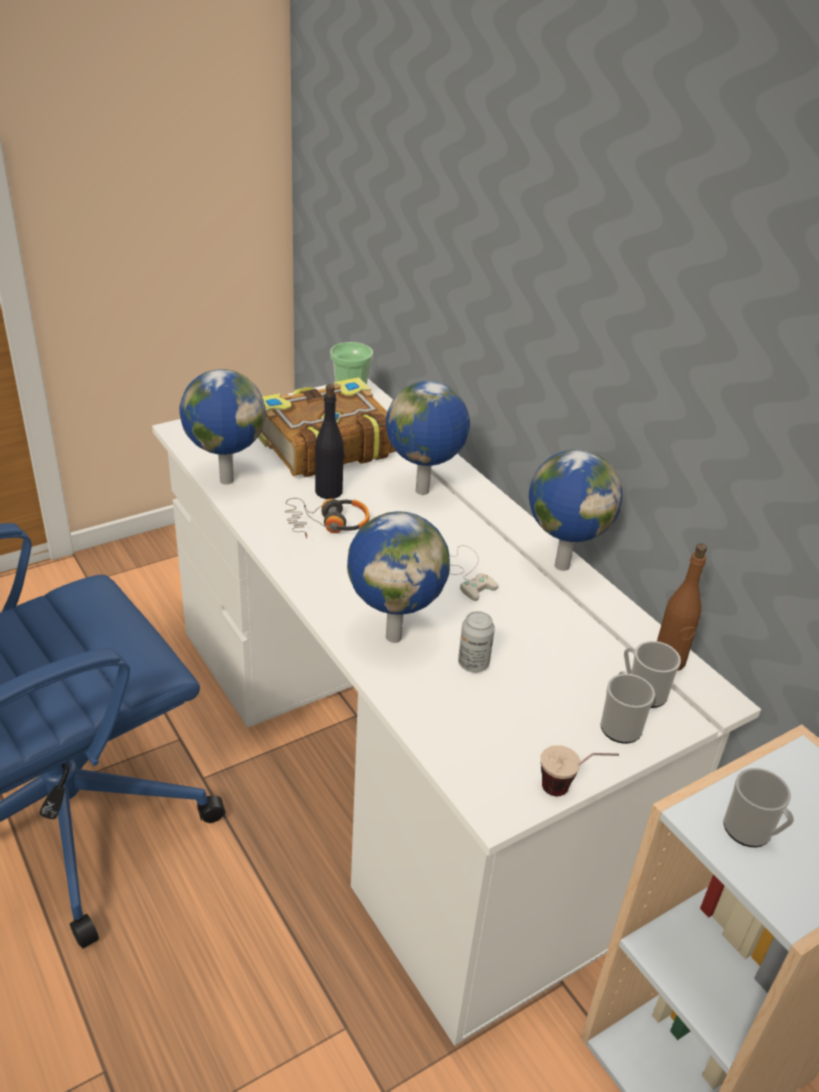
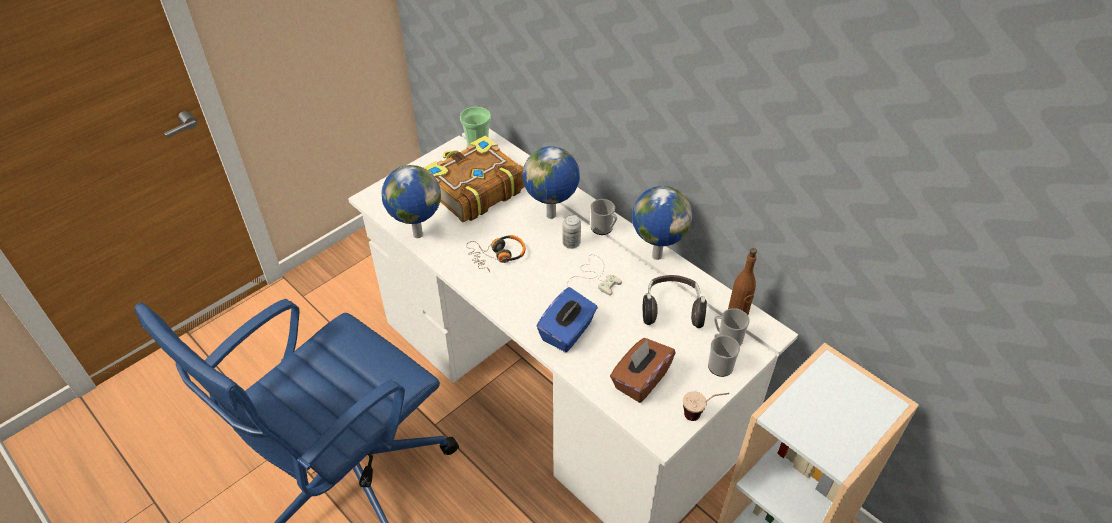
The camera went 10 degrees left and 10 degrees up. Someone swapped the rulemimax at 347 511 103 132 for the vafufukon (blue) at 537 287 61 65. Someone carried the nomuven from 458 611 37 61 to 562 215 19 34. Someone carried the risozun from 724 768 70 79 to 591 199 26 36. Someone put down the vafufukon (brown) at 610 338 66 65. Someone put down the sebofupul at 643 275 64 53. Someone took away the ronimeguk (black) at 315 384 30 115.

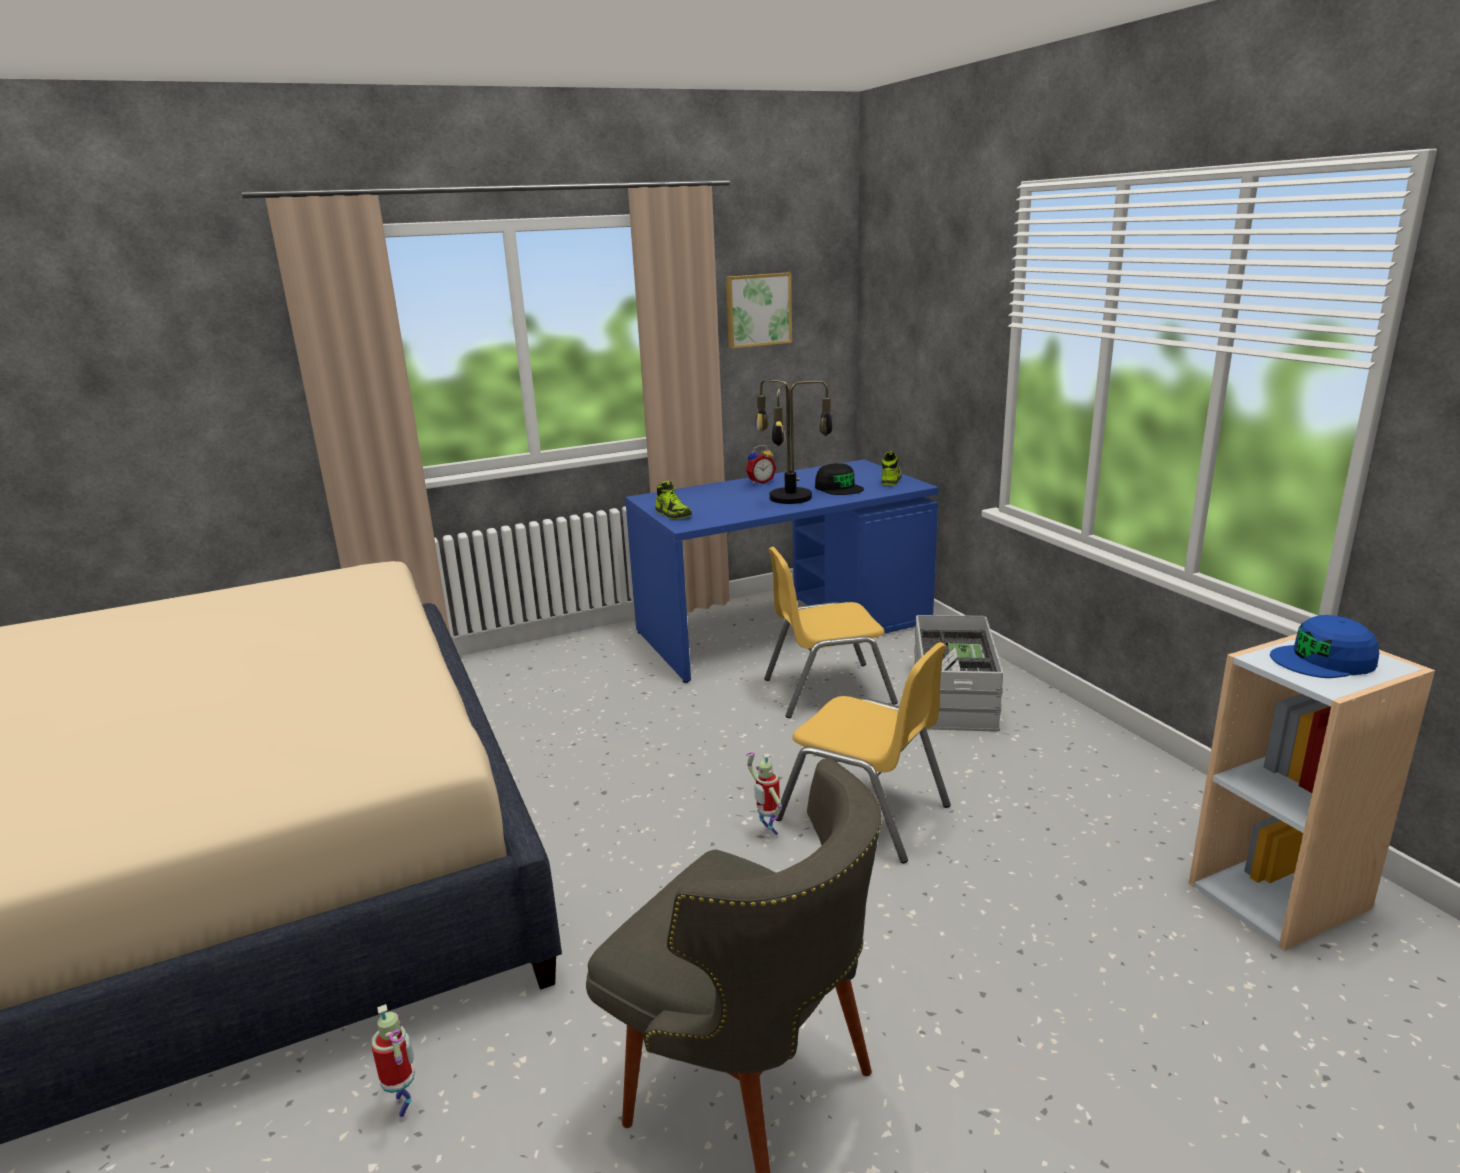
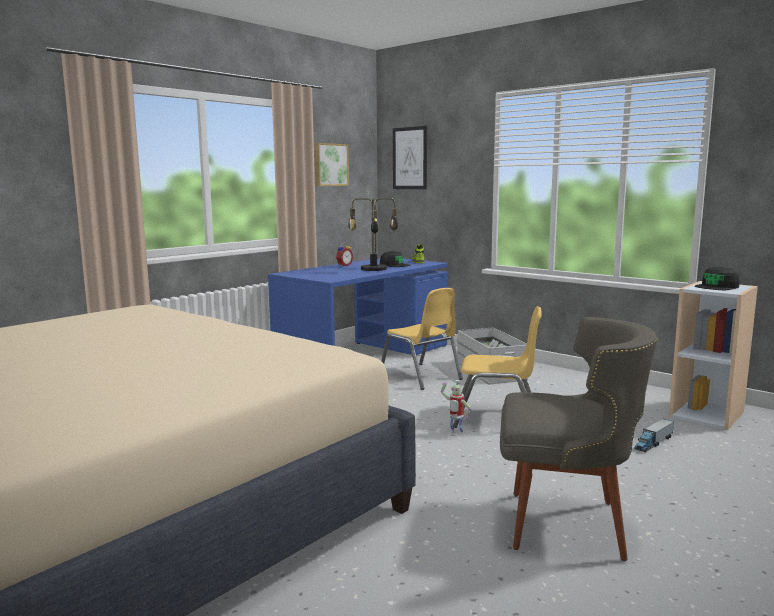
The camera went 25 degrees left and 10 degrees down. Someone rotated the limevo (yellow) at 764 547 134 171 by 90 degrees counterclockwise. Someone put up the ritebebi at 393 126 34 63. Someone put down the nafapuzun at 634 419 40 34. Someone repainted the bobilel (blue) at 1270 615 109 63, which became the bobilel (black) at 695 267 45 23. Someone took away the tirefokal at 371 1004 44 118. Someone took away the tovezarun at 655 481 37 38.

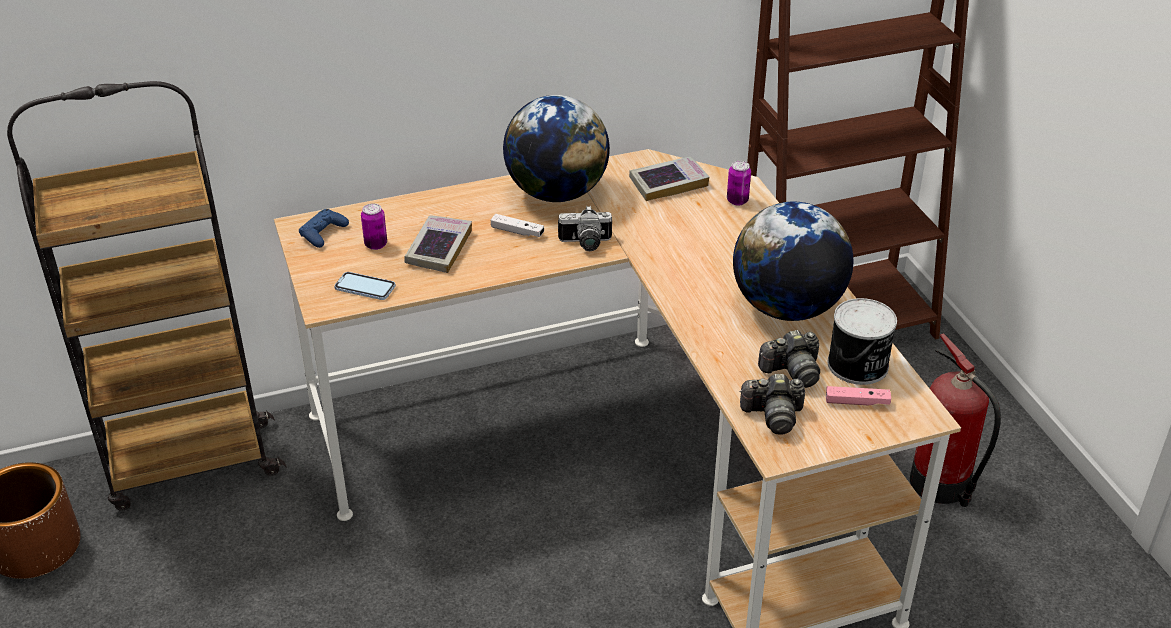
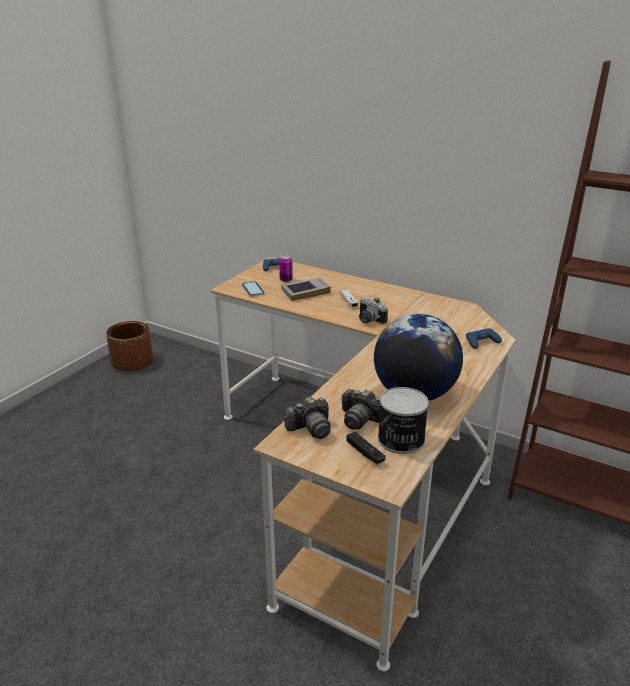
The camera went 50 degrees right and 10 degrees down. Someone rotated the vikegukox at 739 374 66 61 by 75 degrees counterclockwise. Someone repainted the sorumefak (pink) at 826 386 65 19, which became the sorumefak (black) at 346 432 40 33. Someone swapped the nomuven at 727 161 24 45 for the sorumefak (blue) at 466 328 36 21. Someone took away the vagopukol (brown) at 7 81 279 430. Someone took away the rulemimax at 503 95 107 107. Someone took away the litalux at 629 156 80 45. Someone took away the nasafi at 910 333 91 174.

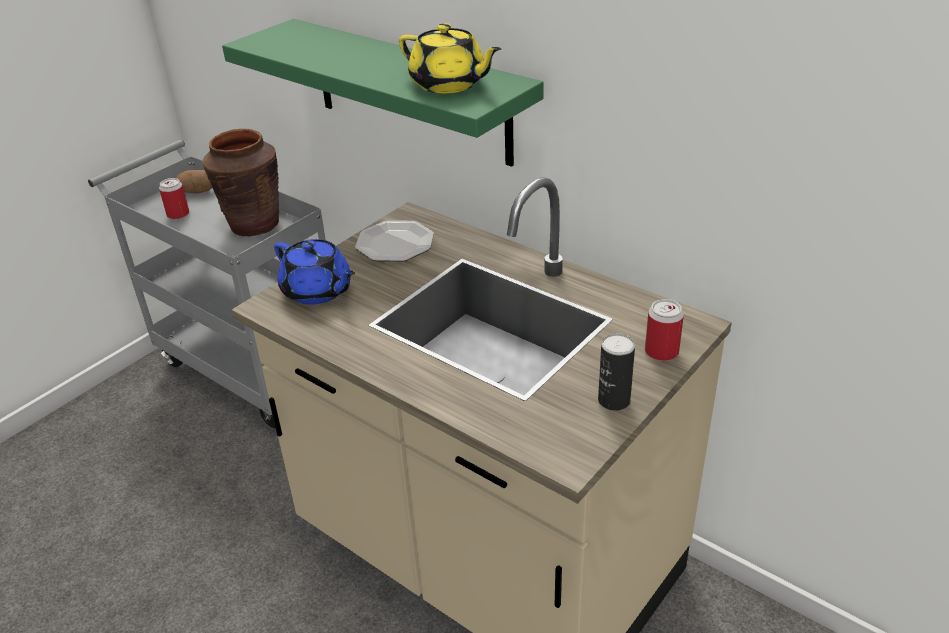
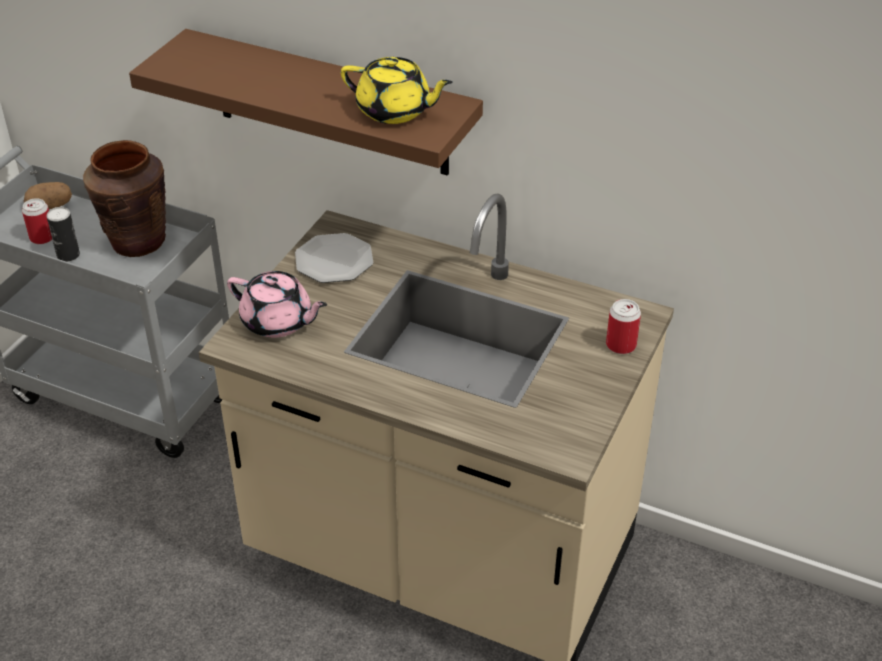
The camera went 15 degrees left and 5 degrees up. Someone carried the nomuven from 598 333 37 78 to 47 207 33 55. Someone repainted the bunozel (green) at 222 19 322 148, which became the bunozel (brown) at 129 29 354 147. Someone repainted the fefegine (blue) at 274 239 81 66, which became the fefegine (pink) at 227 271 100 67.

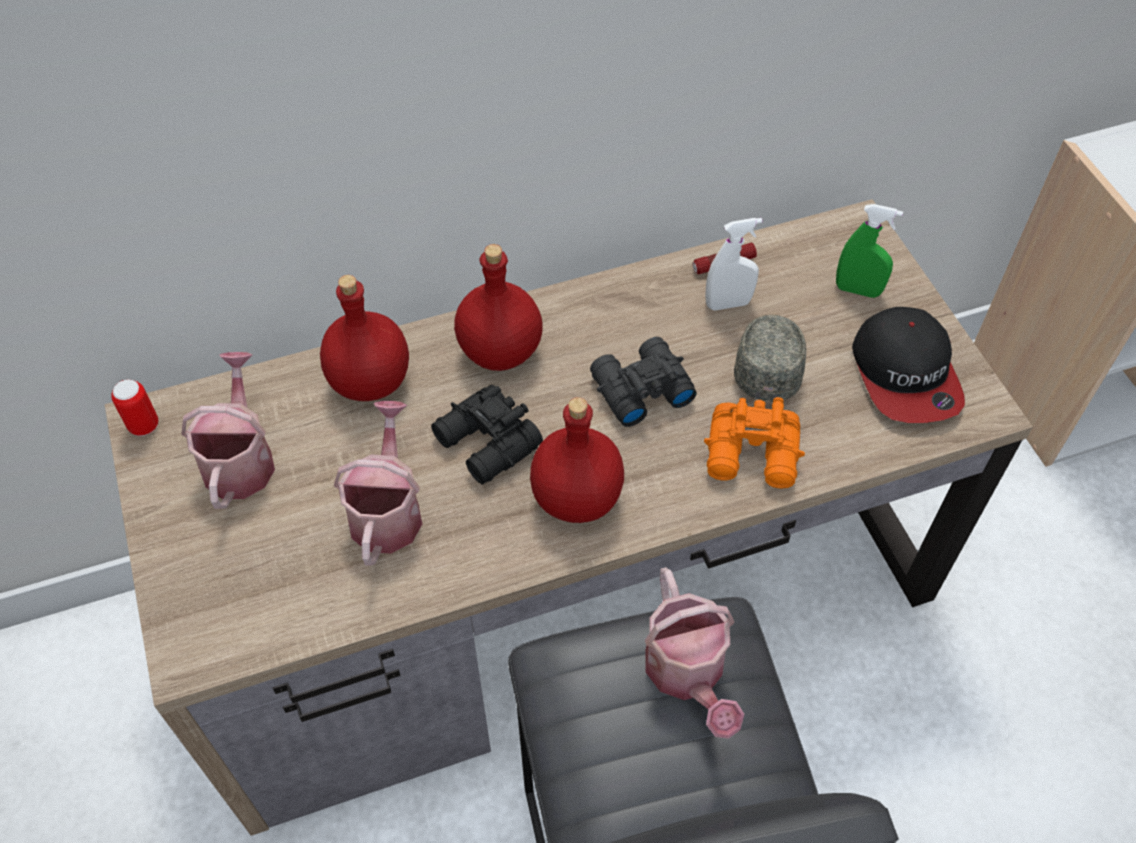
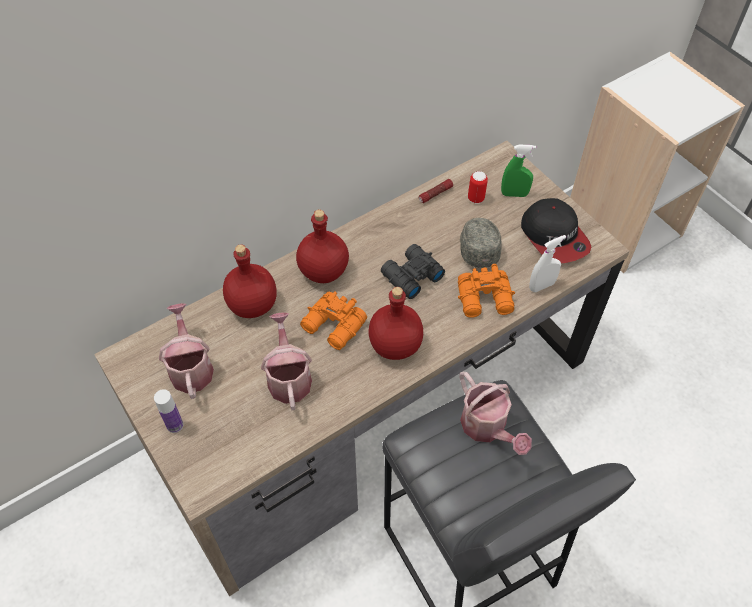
The camera went 15 degrees left and 0 degrees up. Someone put down the ronimeguk at 154 389 29 44. Someone repainted the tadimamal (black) at 431 385 112 99, which became the tadimamal (orange) at 300 291 67 59. Someone carried the nomuven from 111 379 47 57 to 468 171 20 33. Someone carried the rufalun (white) from 705 218 57 92 to 529 235 37 57.

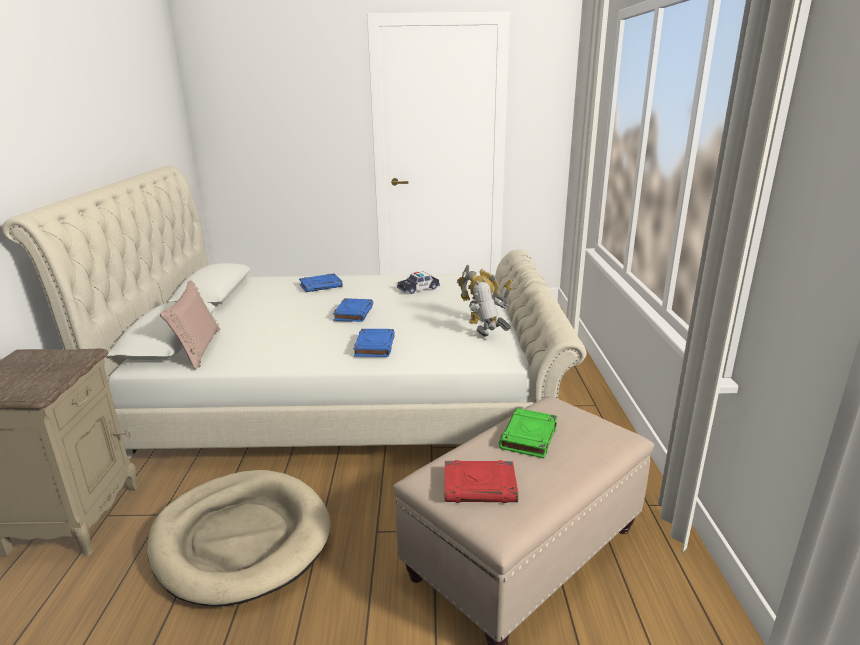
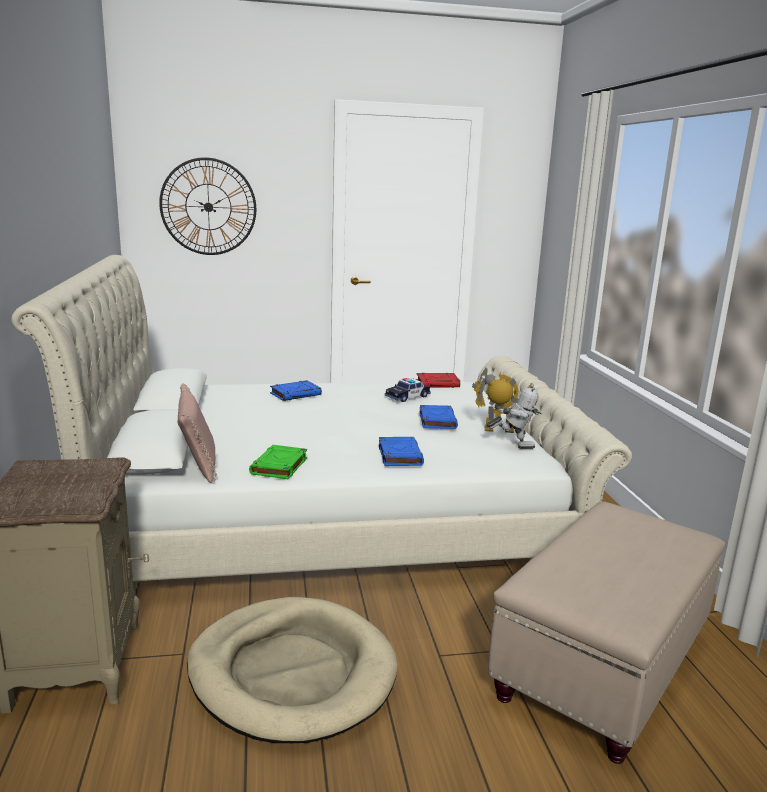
The camera went 10 degrees left and 5 degrees down. Someone put up the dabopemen at 159 157 97 98. Someone carried the litalux (green) from 498 408 60 50 to 249 445 58 34. Someone carried the litalux (red) from 445 460 73 43 to 416 373 44 15. Someone carried the litalux (blue) from 333 298 40 24 to 420 405 38 24. Someone rotated the tirefokal at 469 278 42 58 by 150 degrees clockwise.

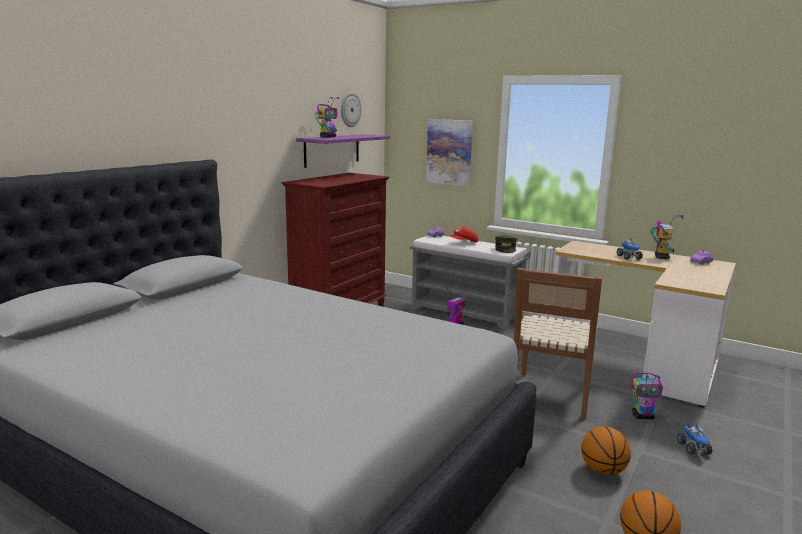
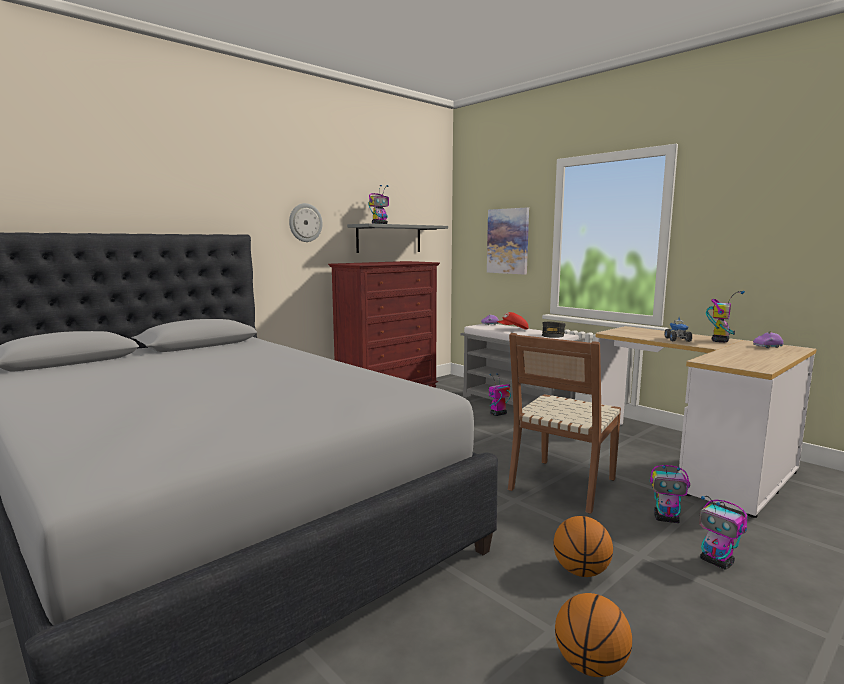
The camera went 15 degrees right and 5 degrees down. Someone carried the dabopemen from 341 92 21 35 to 289 203 34 39. Someone repainted the bunozel (purple) at 296 134 94 34, which became the bunozel (grey) at 347 223 101 30. Someone swapped the nafapuzun at 677 423 35 32 for the tirefokal at 699 496 48 74.

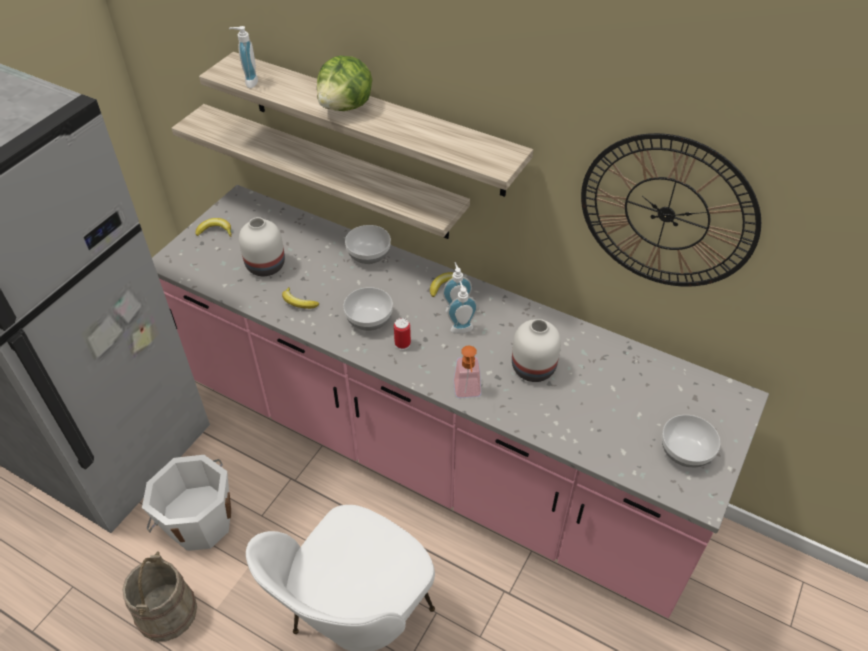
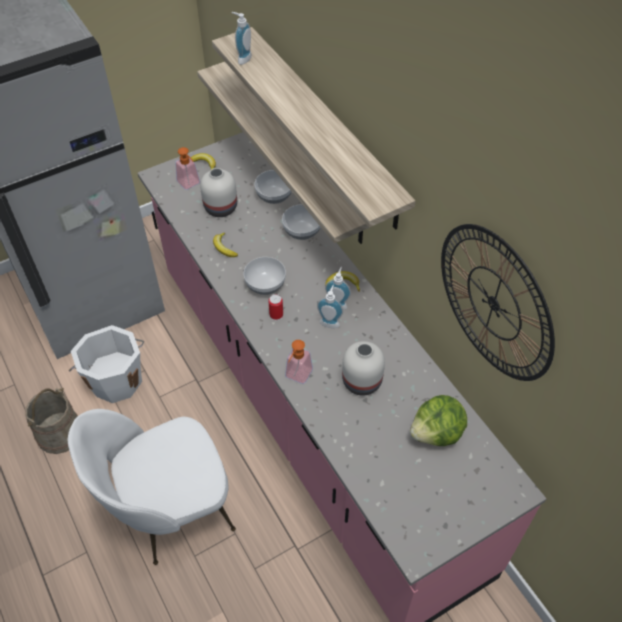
The camera went 30 degrees right and 5 degrees up. Someone put down the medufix at 175 147 25 43. Someone carried the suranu from 662 415 58 52 to 255 170 37 34. Someone carried the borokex from 317 56 55 55 to 410 395 57 51.

